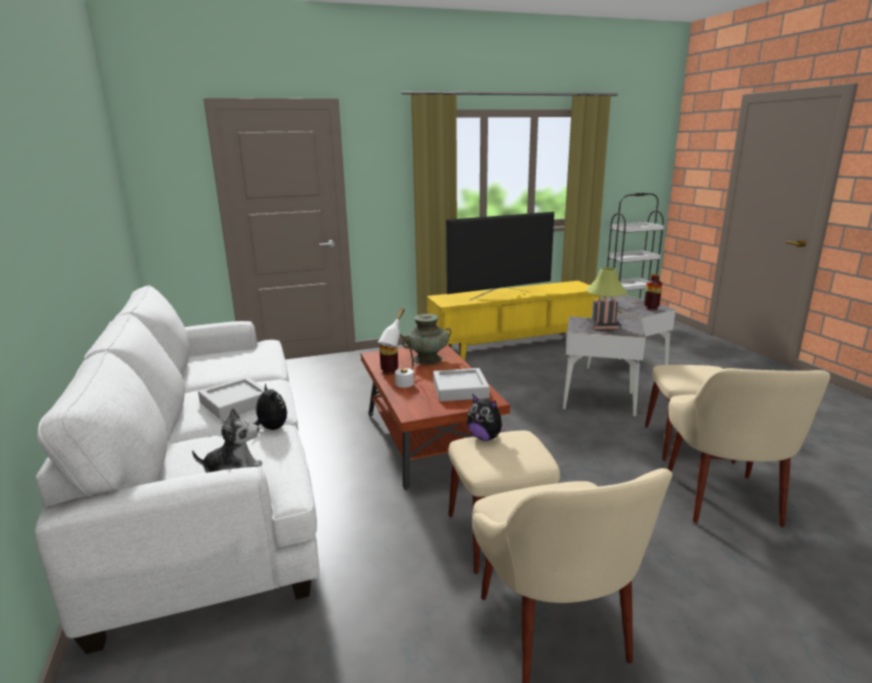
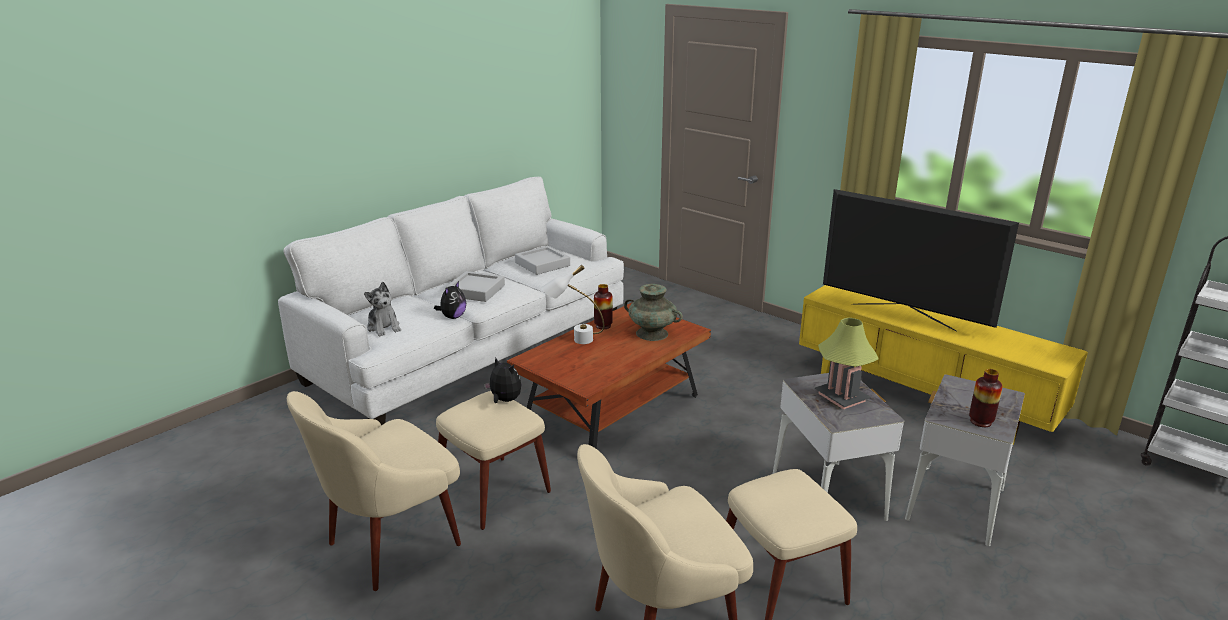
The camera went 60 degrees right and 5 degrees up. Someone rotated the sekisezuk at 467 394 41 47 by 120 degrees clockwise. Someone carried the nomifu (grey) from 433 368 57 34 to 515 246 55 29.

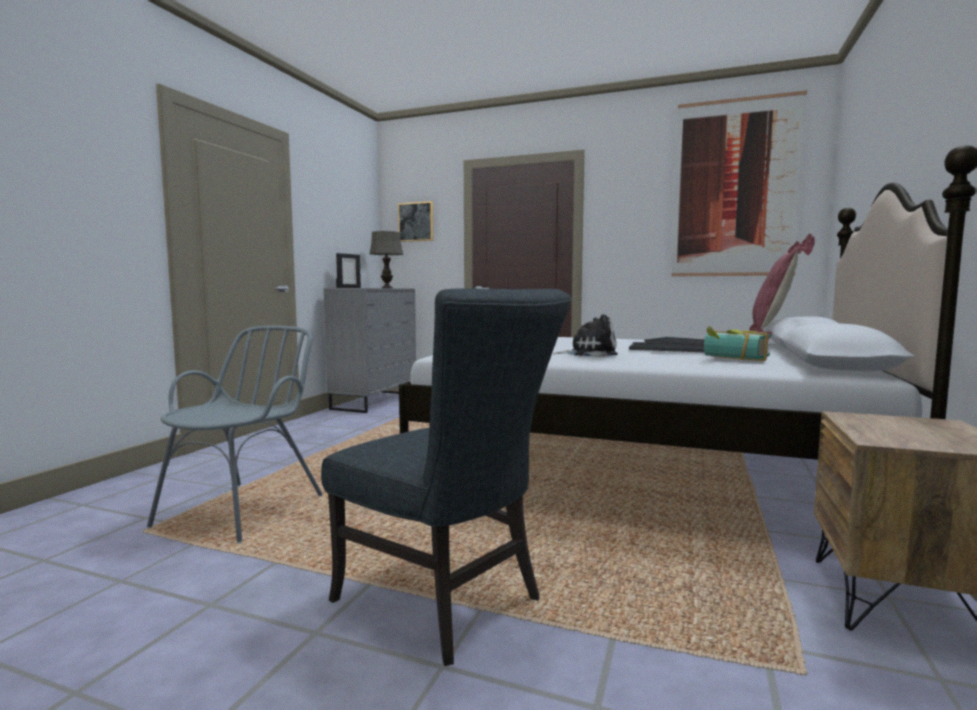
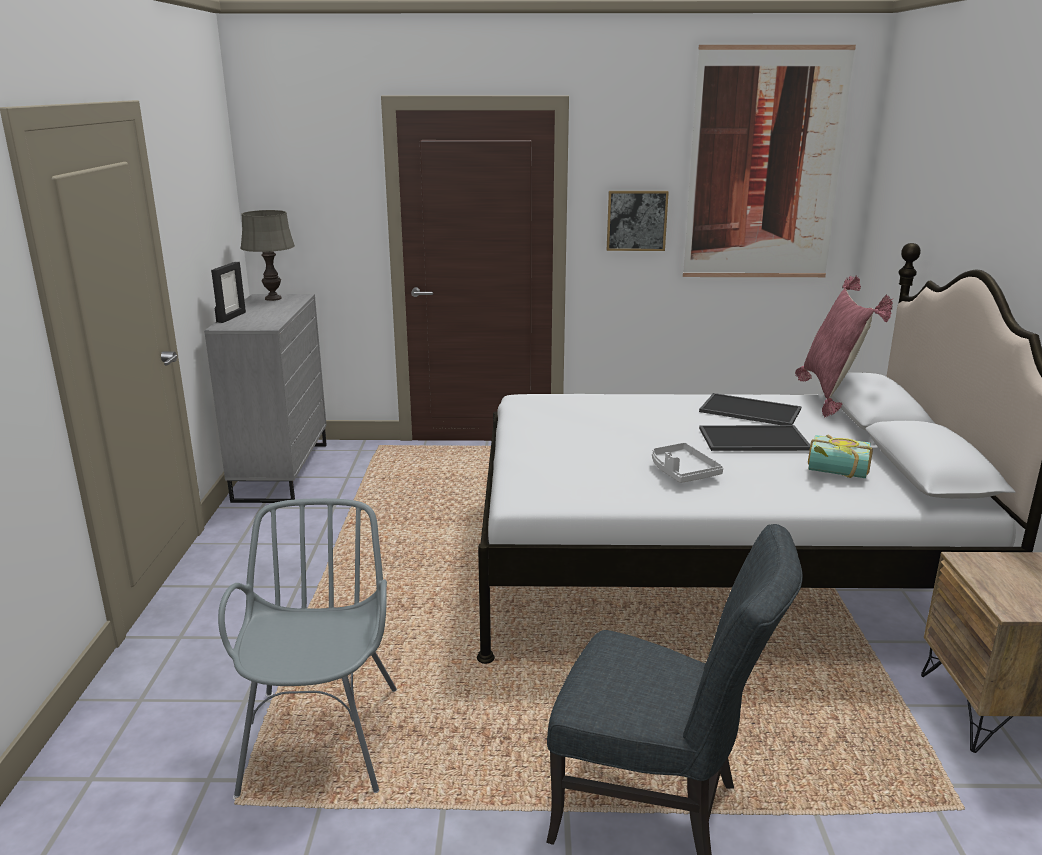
The camera went 20 degrees left and 15 degrees up. Someone carried the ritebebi from 398 201 35 41 to 607 191 62 60. Someone swapped the sekisezuk at 553 314 65 43 for the nomifu (grey) at 652 442 71 41.

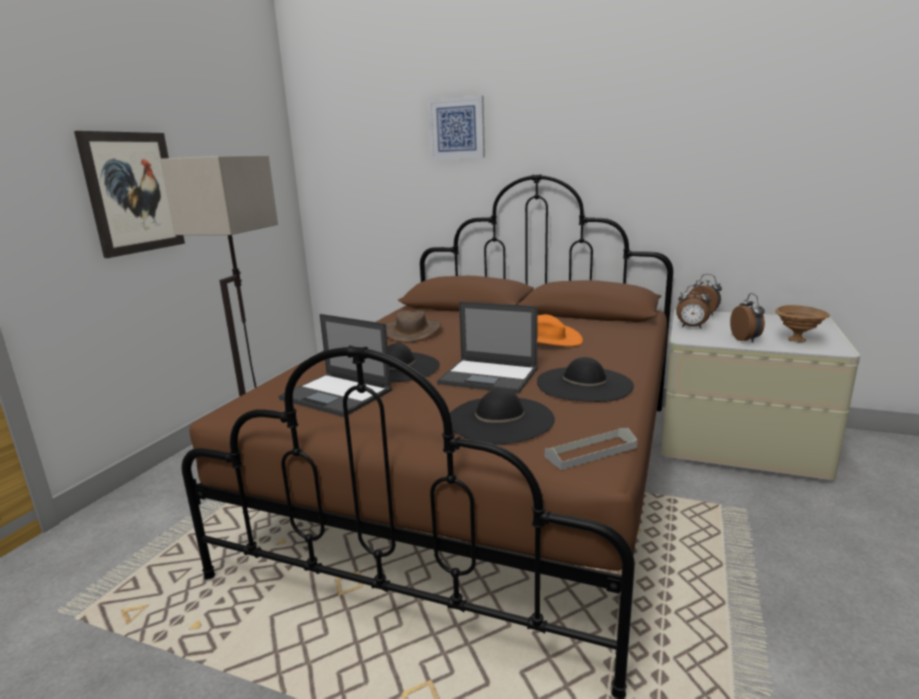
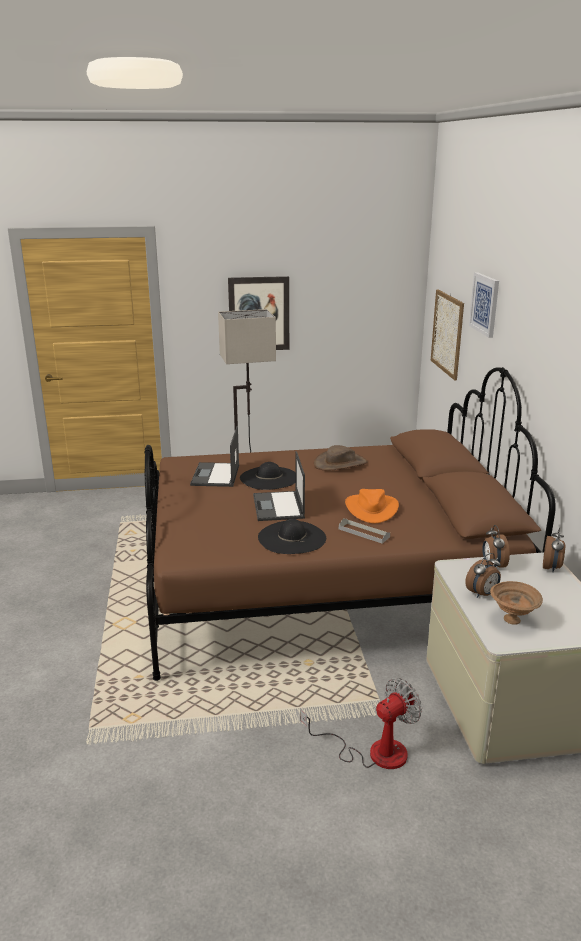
The camera went 60 degrees right and 5 degrees up. Someone put down the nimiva at 301 678 121 91. Someone carried the nomifu (grey) from 545 428 92 42 to 339 519 51 24. Someone put up the ritebebi at 431 289 33 92. Someone took away the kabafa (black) at 450 389 105 55.

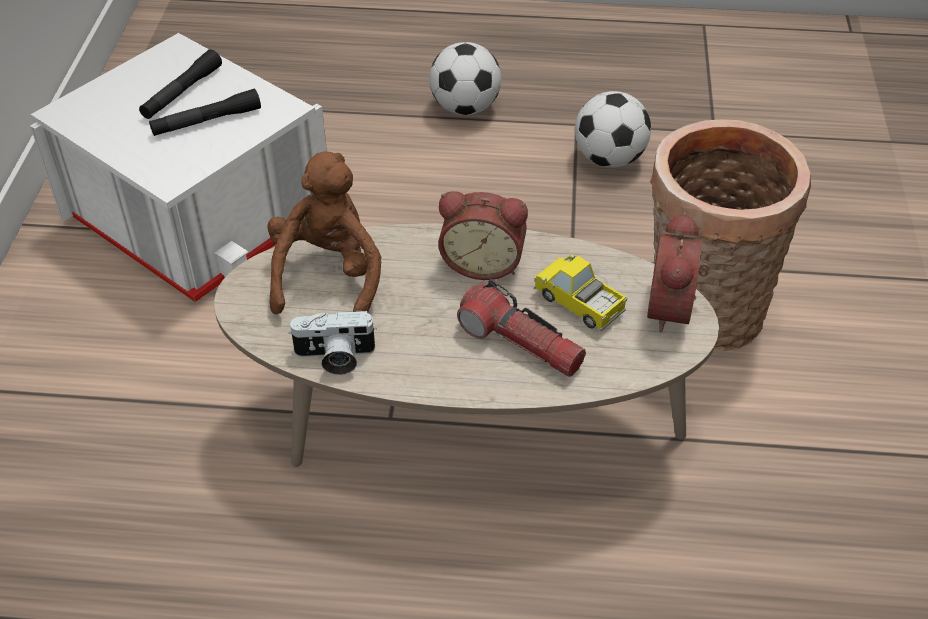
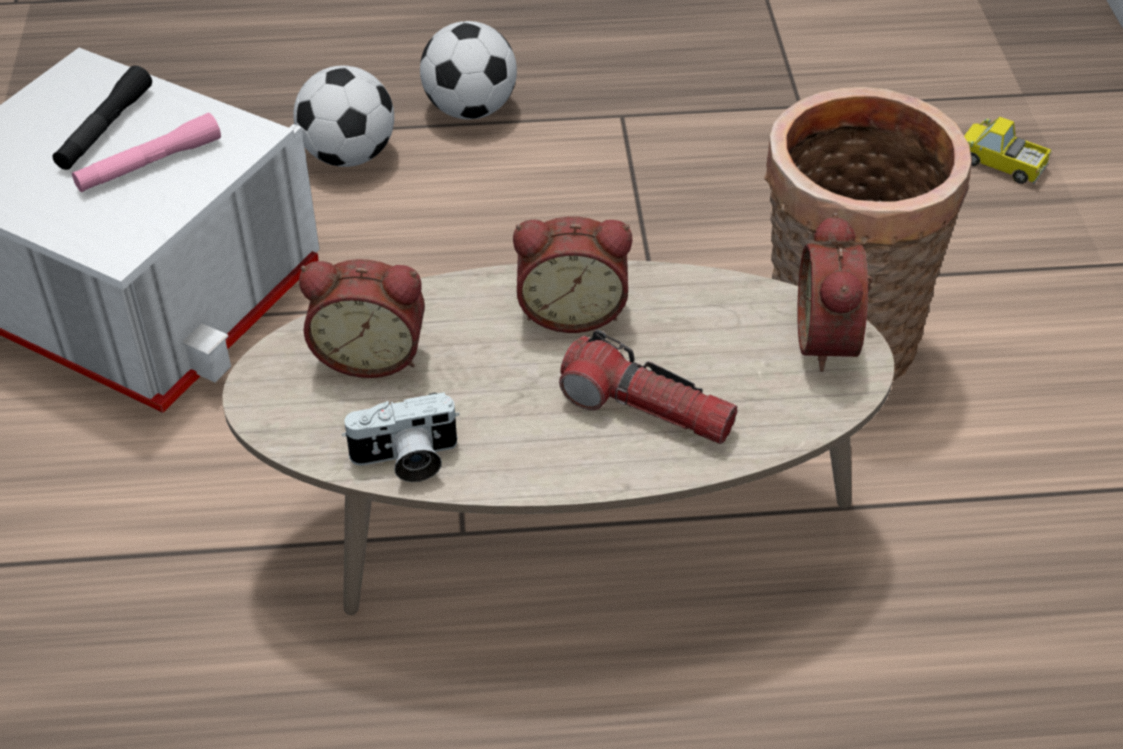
The camera went 10 degrees left and 0 degrees up. Someone repainted the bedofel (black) at 149 89 112 47, which became the bedofel (pink) at 72 113 149 79. Someone carried the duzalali from 575 91 76 77 to 293 66 101 101. Someone swapped the sekisezuk (brown) at 268 152 113 162 for the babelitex at 299 259 126 119. Someone carried the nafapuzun from 534 255 93 76 to 964 117 88 67.

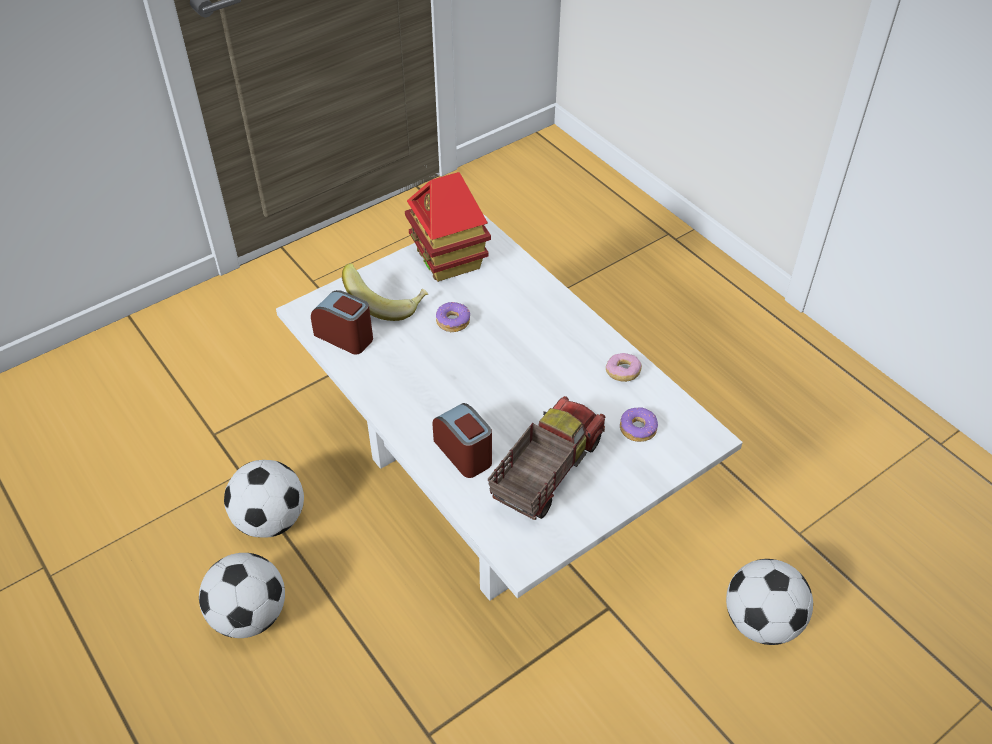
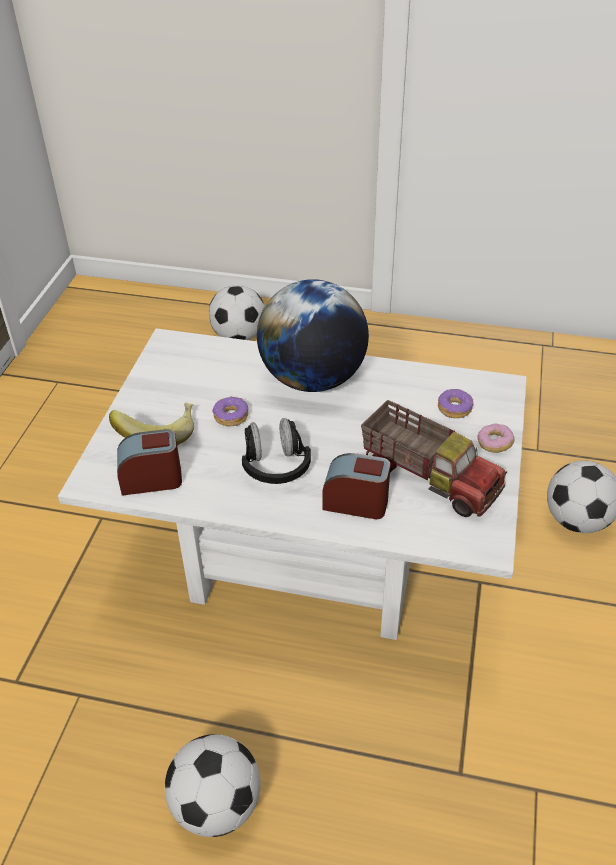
The camera went 40 degrees left and 5 degrees down. Someone carried the duzalali from 224 460 80 77 to 209 285 56 55. Someone put down the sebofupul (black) at 242 418 69 66. Someone put down the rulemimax at 257 279 112 113. Someone rotated the nafapuzun at 488 396 117 124 by 135 degrees clockwise. Someone carried the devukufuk from 606 353 36 29 to 477 424 38 29. Someone took away the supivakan at 405 172 86 110.

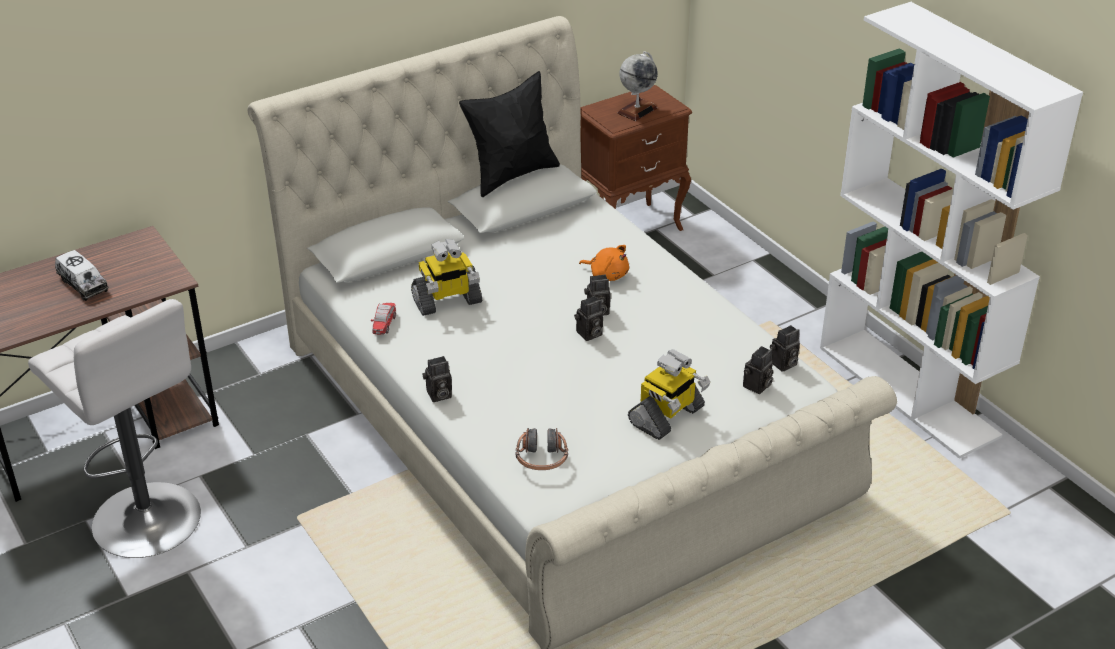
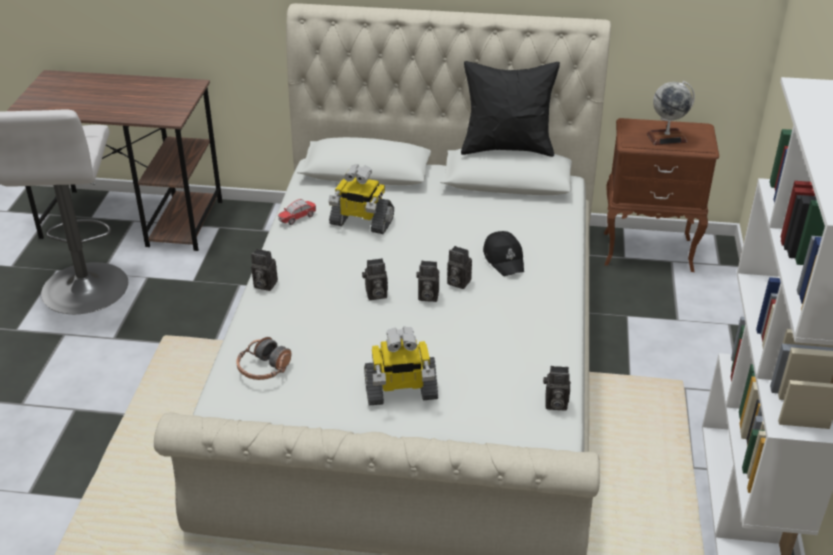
The camera went 40 degrees right and 0 degrees up. Someone carried the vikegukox from 743 346 30 48 to 362 258 26 42. Someone swapped the sekisezuk (orange) at 579 245 50 36 for the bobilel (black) at 483 231 41 45. Someone took away the nafapuzun at 55 250 53 51.

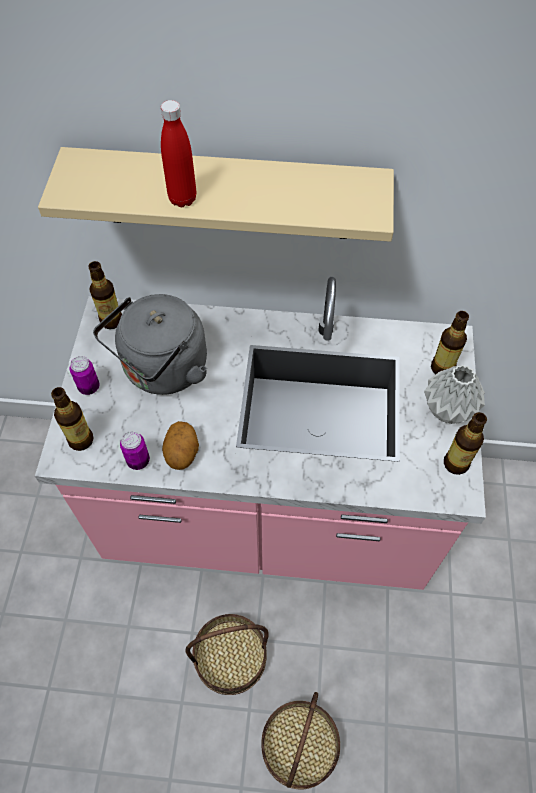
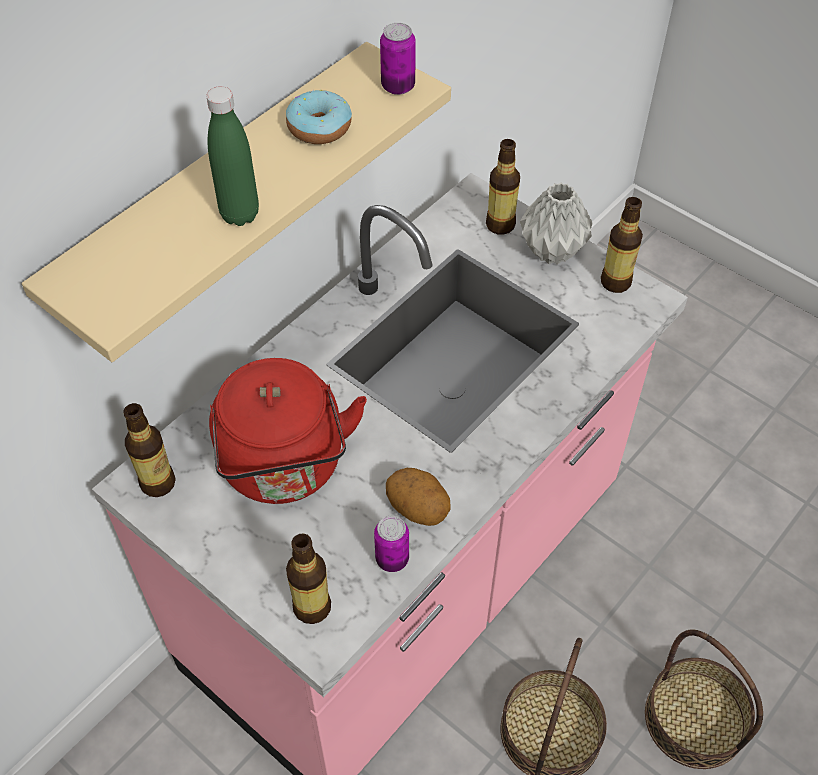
The camera went 55 degrees left and 5 degrees down. Someone repainted the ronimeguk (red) at 161 100 35 107, which became the ronimeguk (green) at 206 86 53 140. Someone repainted the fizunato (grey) at 93 294 114 101, which became the fizunato (red) at 209 358 158 146. Someone put down the devukufuk at 286 90 66 54. Someone carried the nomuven from 70 356 29 39 to 380 23 36 72.

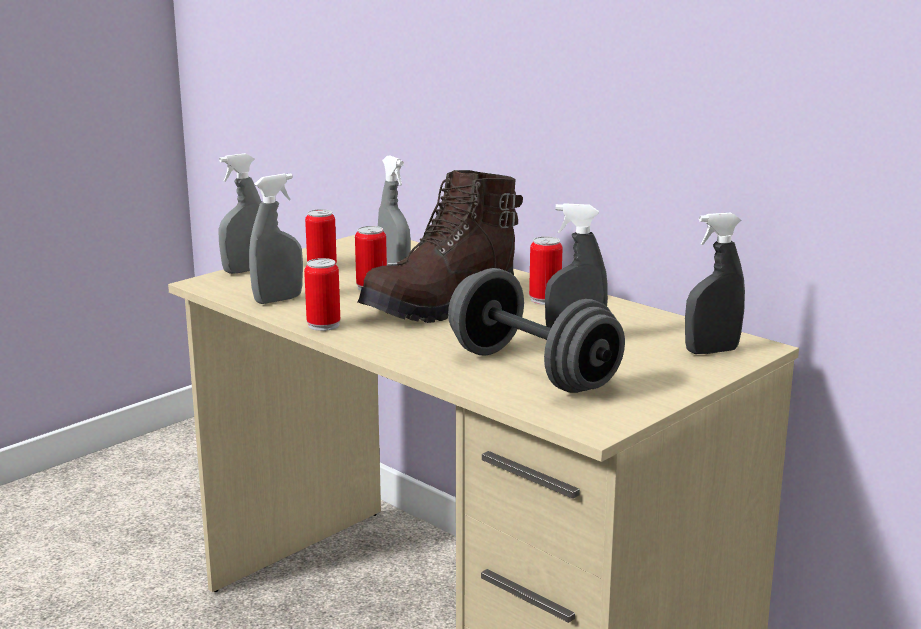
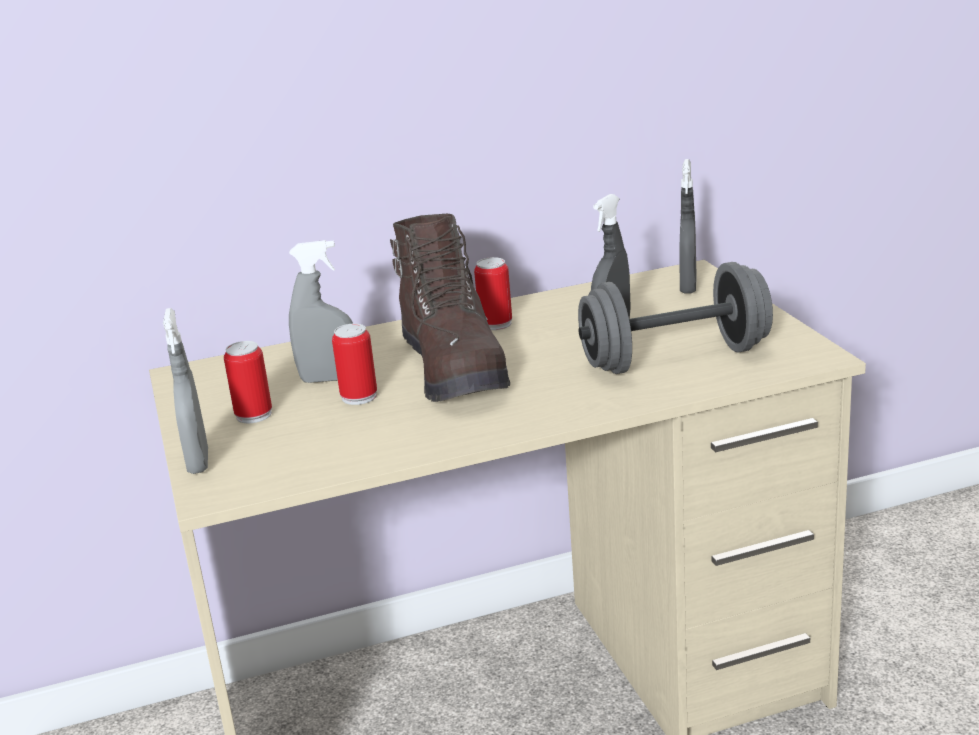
The camera went 60 degrees left and 5 degrees up. Someone took away the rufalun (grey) at 249 173 54 131. Someone took away the nomuven at 304 258 36 73.

